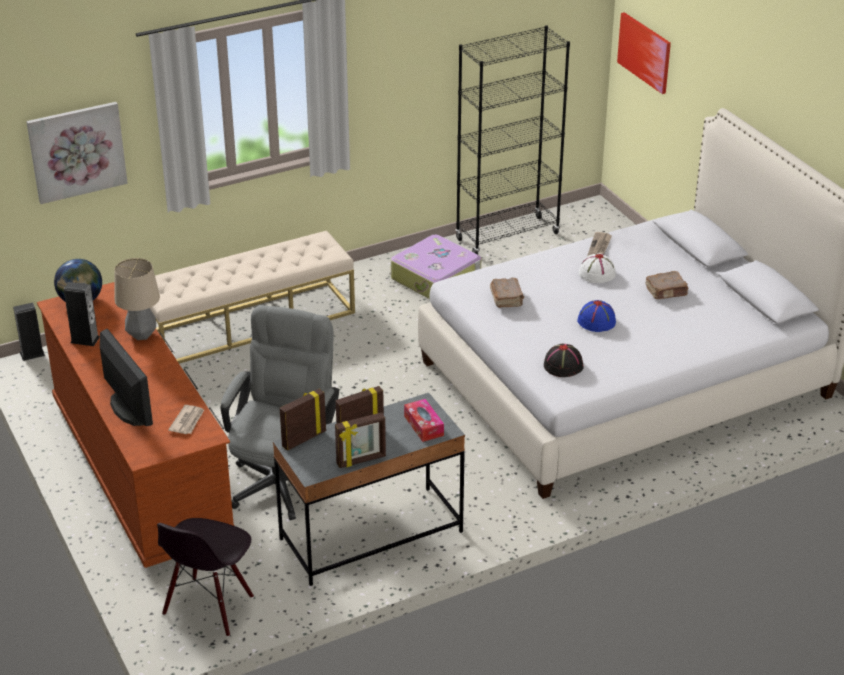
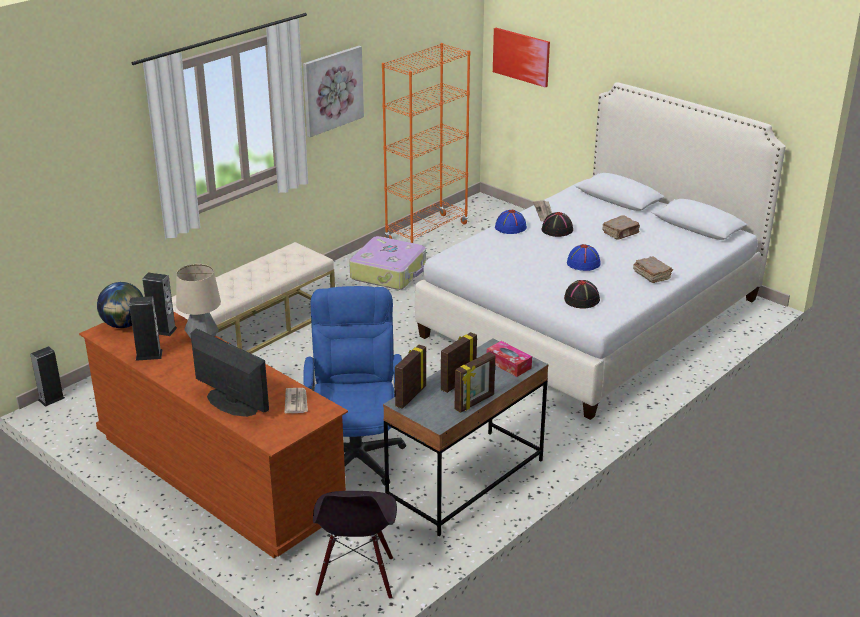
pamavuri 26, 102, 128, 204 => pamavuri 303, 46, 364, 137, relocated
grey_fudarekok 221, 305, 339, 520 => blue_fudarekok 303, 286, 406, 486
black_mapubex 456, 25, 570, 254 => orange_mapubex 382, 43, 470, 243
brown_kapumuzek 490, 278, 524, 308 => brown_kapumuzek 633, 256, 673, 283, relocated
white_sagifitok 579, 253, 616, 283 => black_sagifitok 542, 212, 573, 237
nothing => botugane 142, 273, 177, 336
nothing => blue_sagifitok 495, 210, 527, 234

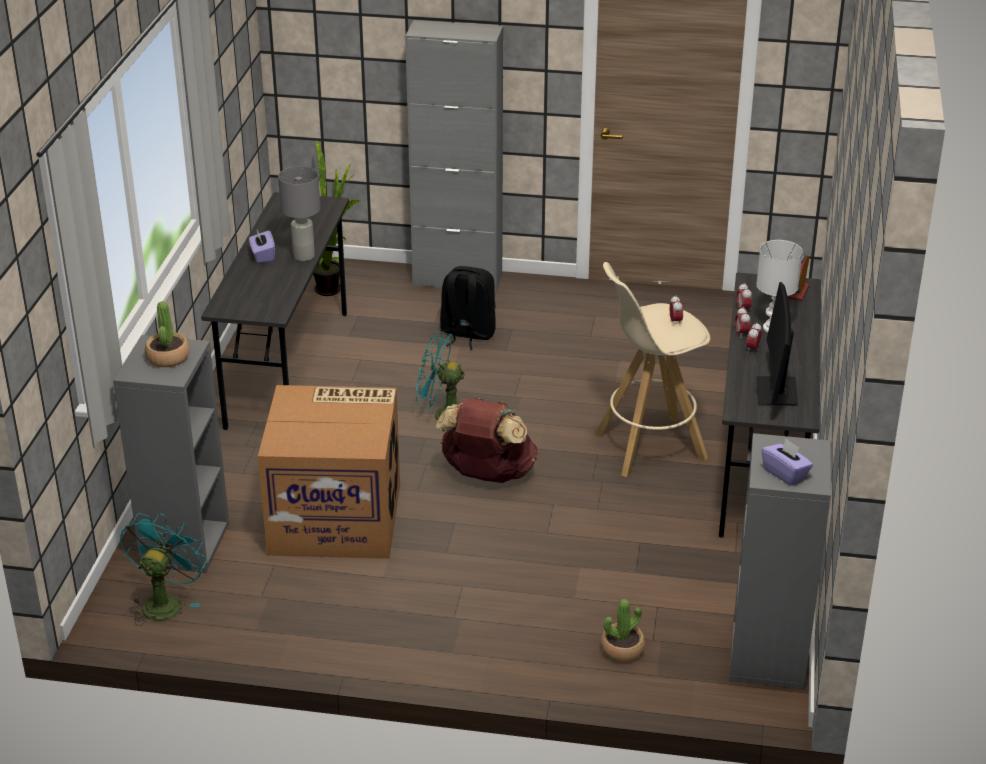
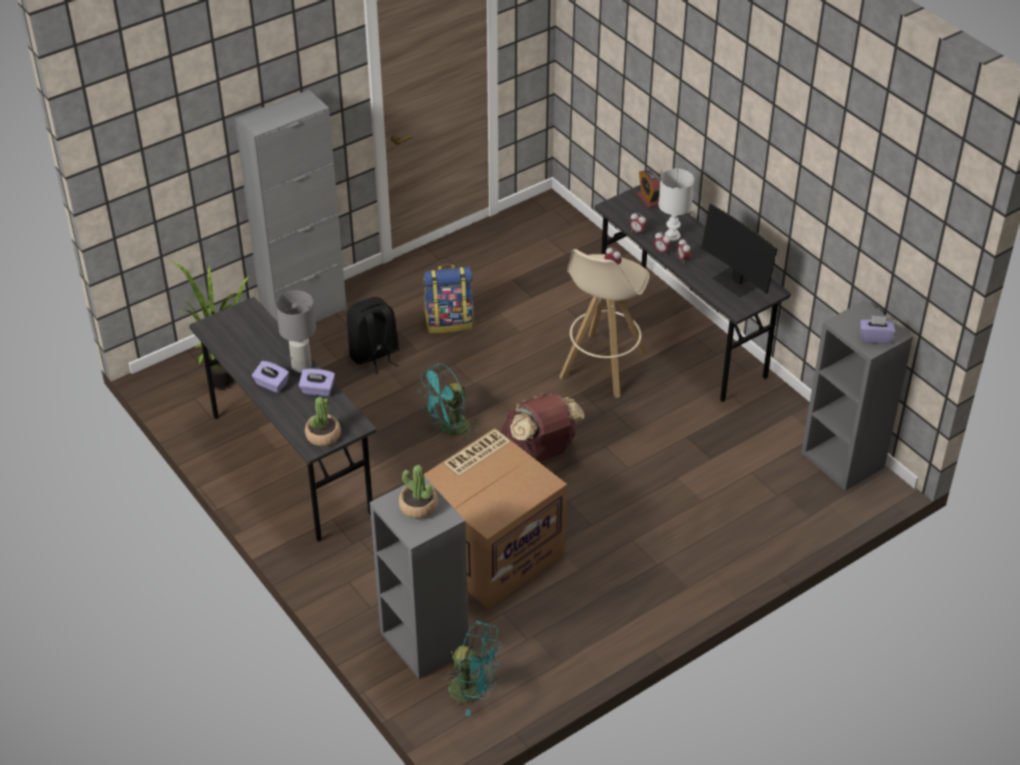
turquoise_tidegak 120, 513, 208, 626 => turquoise_tidegak 442, 620, 502, 716, 135 degrees clockwise
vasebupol 601, 599, 645, 662 => vasebupol 305, 397, 341, 446, relocated
nothing => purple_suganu 299, 369, 335, 396
nothing => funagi 423, 265, 473, 333

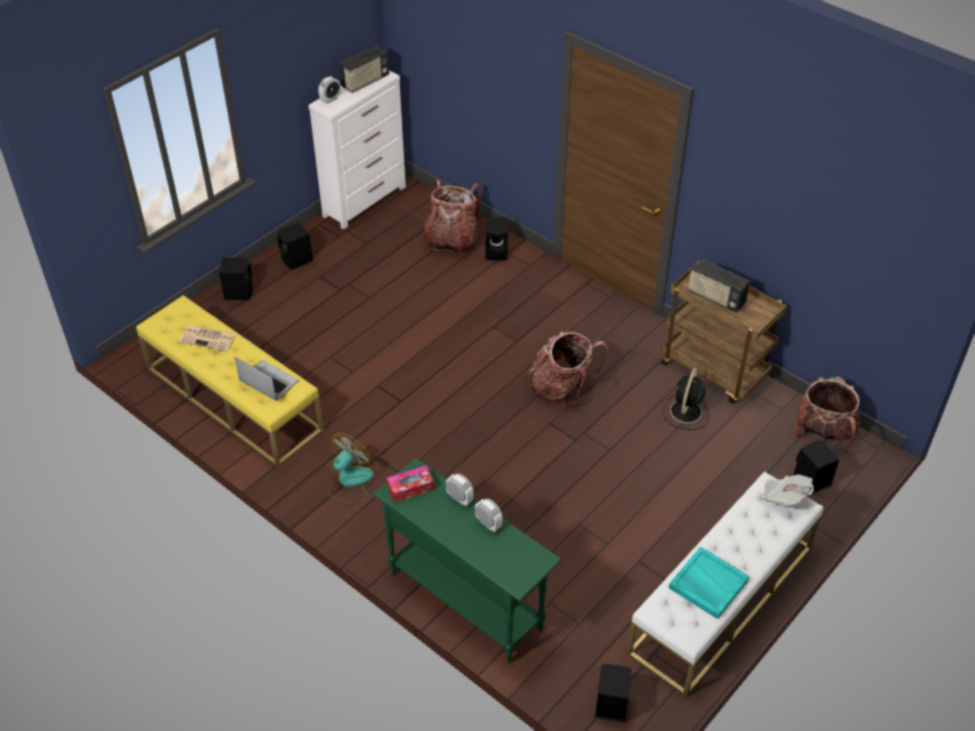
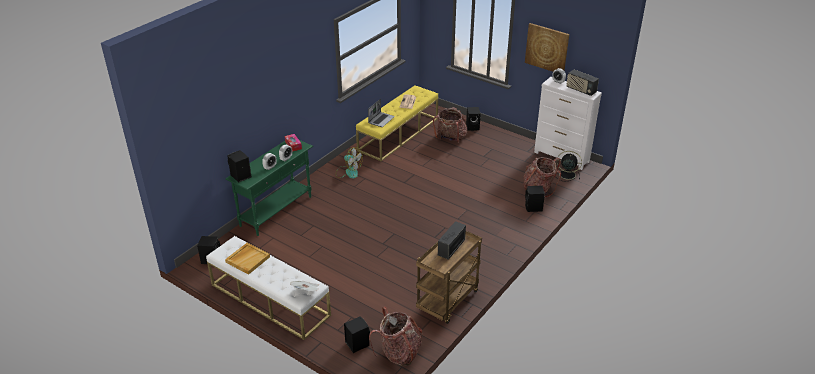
black_botugane 277, 222, 313, 270 => black_botugane 227, 150, 251, 183, relocated
funagi 529, 332, 608, 406 => funagi 433, 107, 467, 143, relocated
black_tidegak 663, 368, 709, 430 => black_tidegak 555, 151, 582, 181, relocated
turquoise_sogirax 669, 546, 749, 619 => beige_sogirax 225, 243, 270, 275
nothing => pamavuri 525, 23, 569, 72

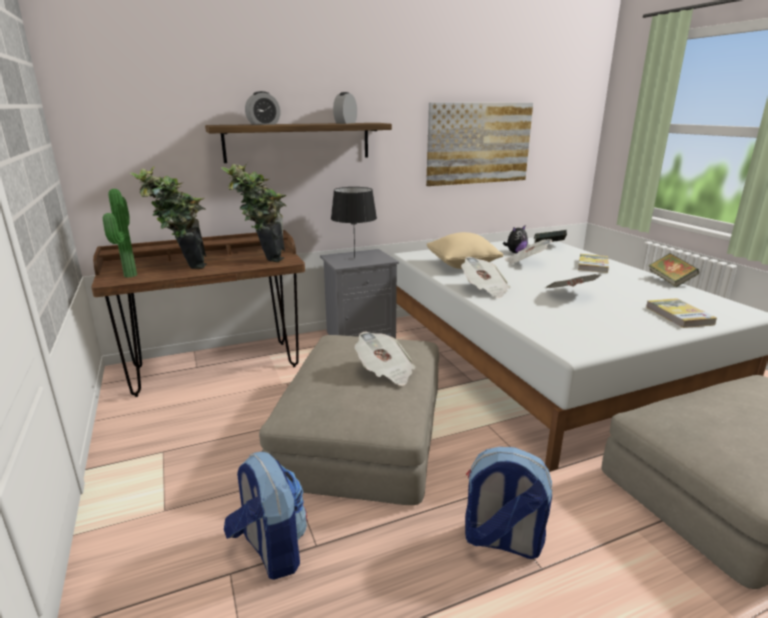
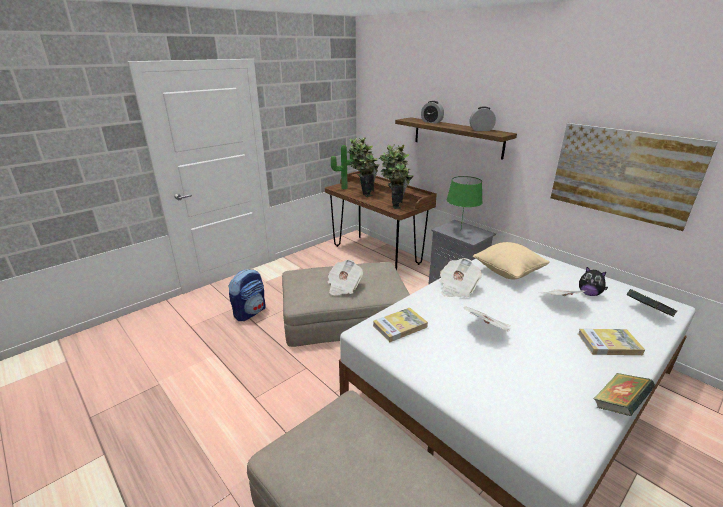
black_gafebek 331, 187, 377, 259 => green_gafebek 447, 176, 483, 227
funagi 465, 447, 552, 559 => nothing
kapumuzek 646, 298, 717, 328 => kapumuzek 373, 308, 428, 342, relocated

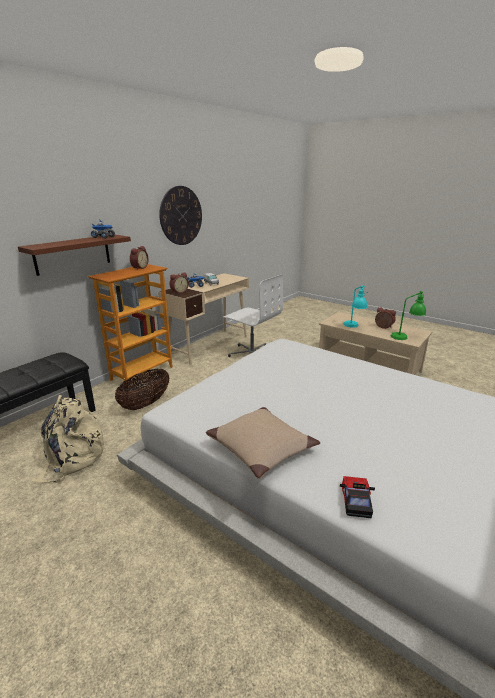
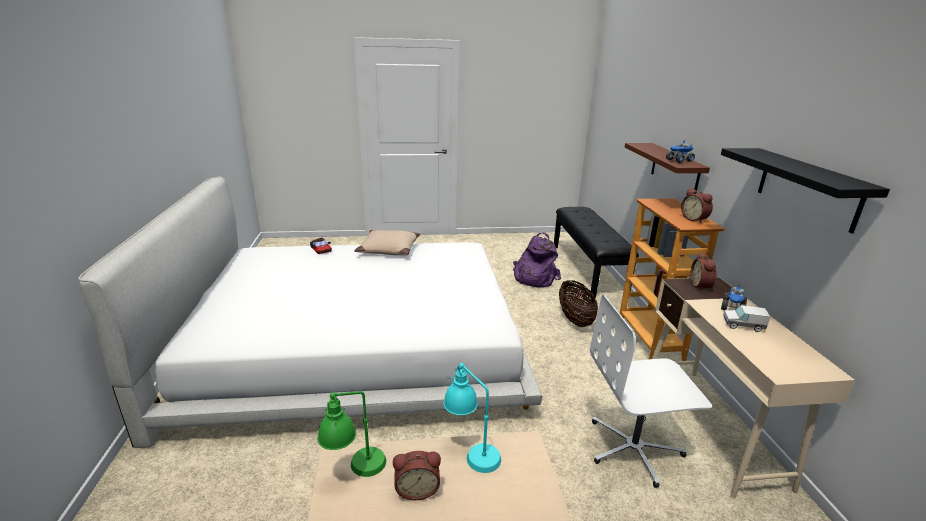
beige_funagi 32, 395, 106, 483 => purple_funagi 513, 232, 561, 287
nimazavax 159, 186, 202, 245 => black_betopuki 721, 148, 890, 234

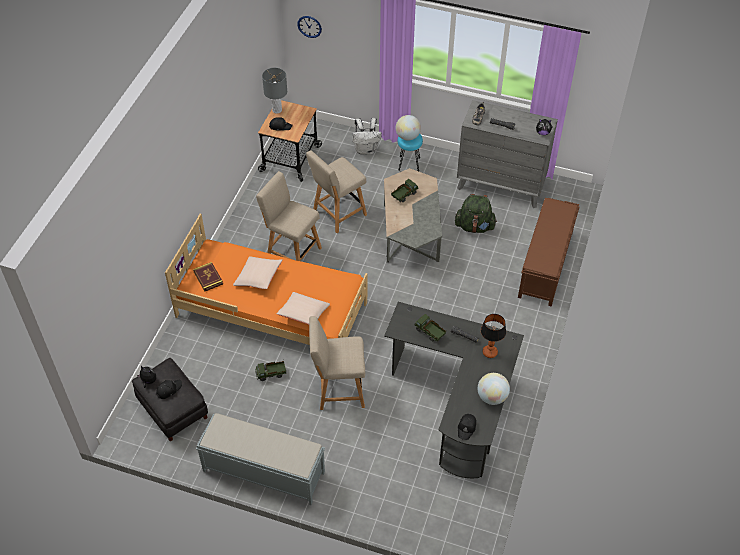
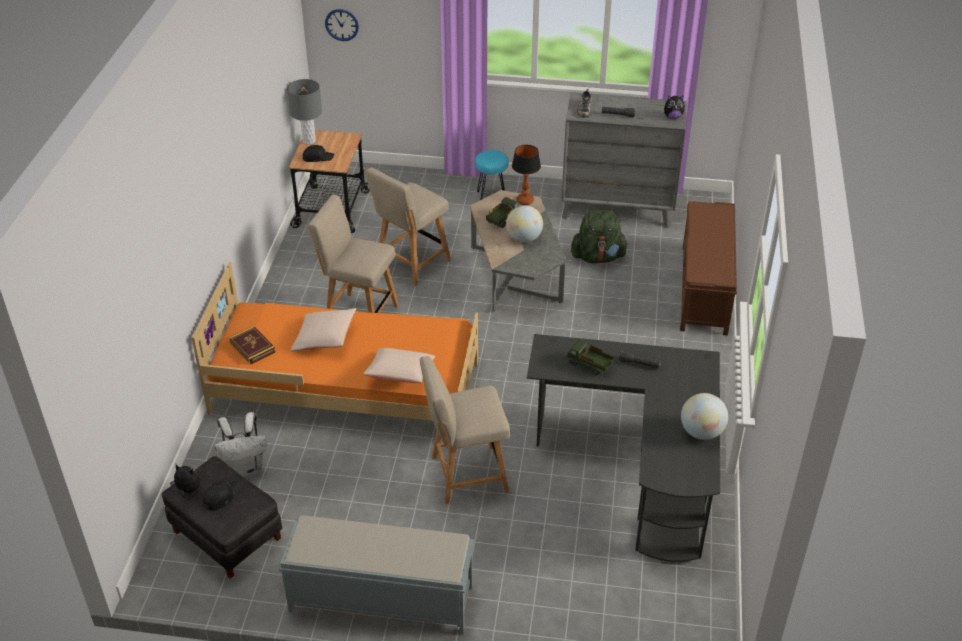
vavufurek 255, 361, 286, 381 => nothing
white_funagi 353, 118, 382, 154 => white_funagi 215, 412, 267, 476, relocated
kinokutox 396, 115, 421, 141 => kinokutox 506, 205, 543, 243, relocated
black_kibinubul 458, 414, 476, 440 => nothing
gafebek 481, 314, 506, 358 => gafebek 512, 145, 541, 205, relocated

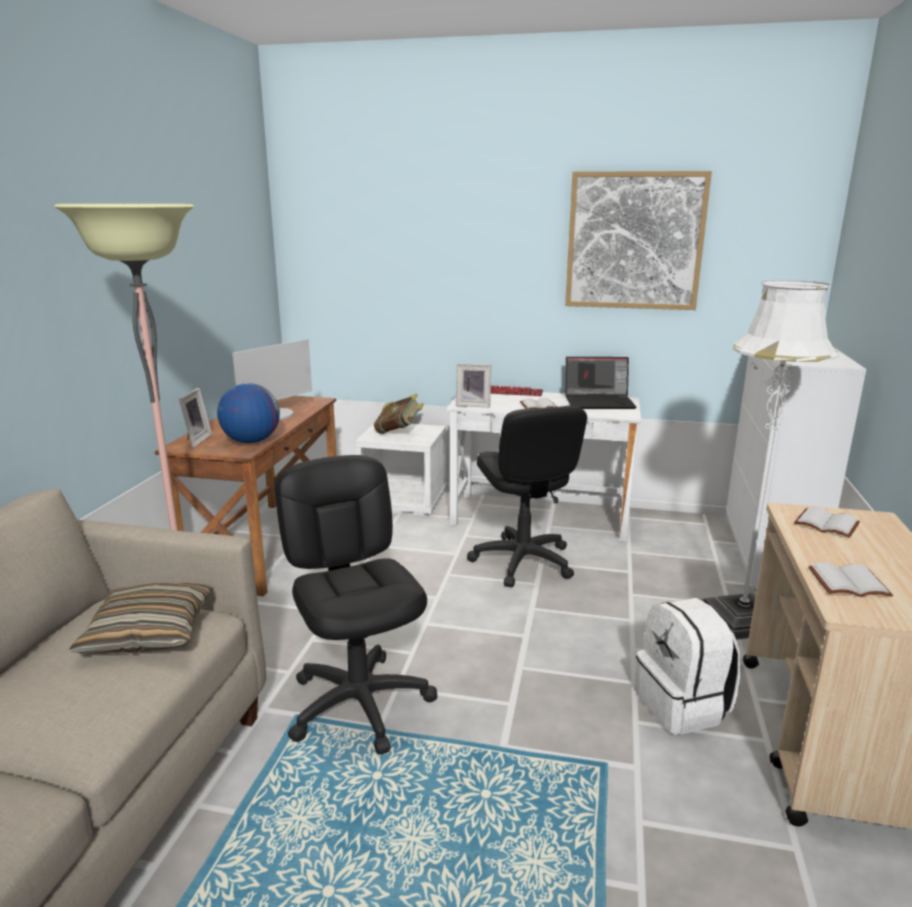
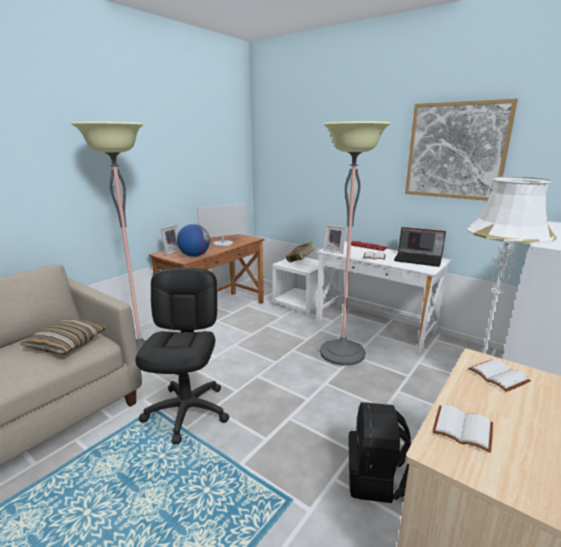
black_fudarekok 467, 406, 587, 587 => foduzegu 320, 122, 390, 366
white_funagi 635, 598, 741, 735 => black_funagi 348, 402, 411, 503

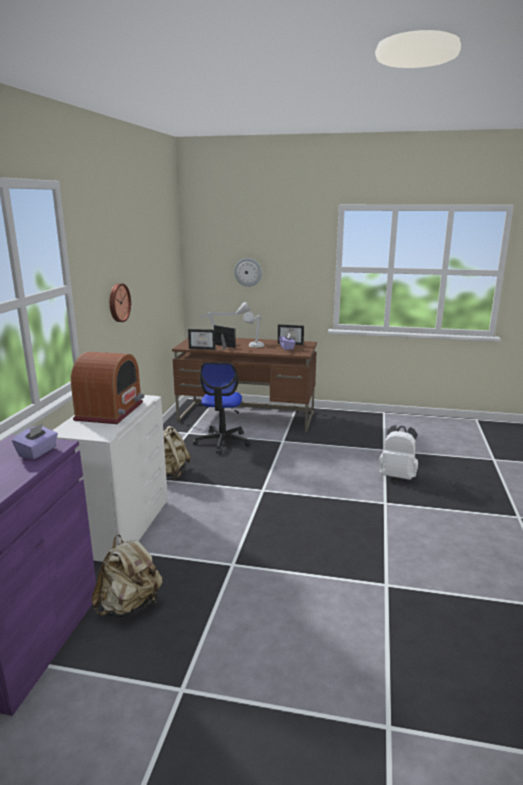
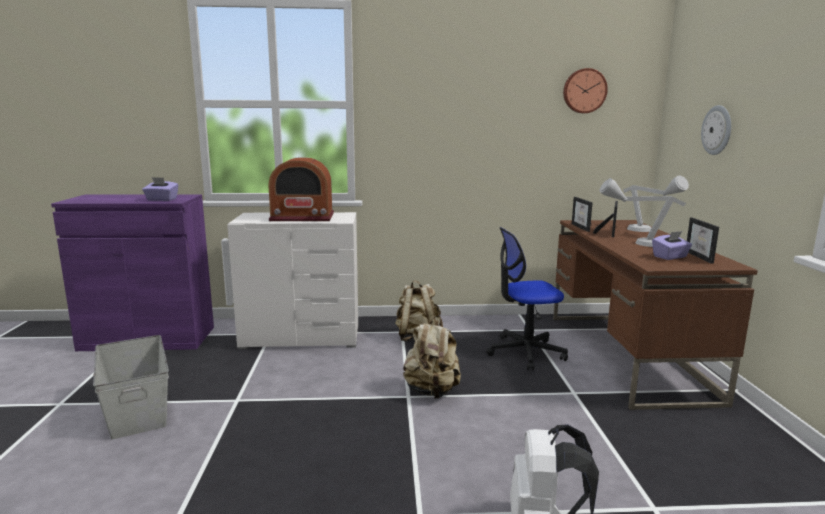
beige_funagi 91, 535, 163, 617 => beige_funagi 403, 316, 461, 399, relocated
nimazavax 110, 283, 131, 322 => nimazavax 563, 68, 608, 113, relocated
nothing => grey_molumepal 93, 335, 169, 439

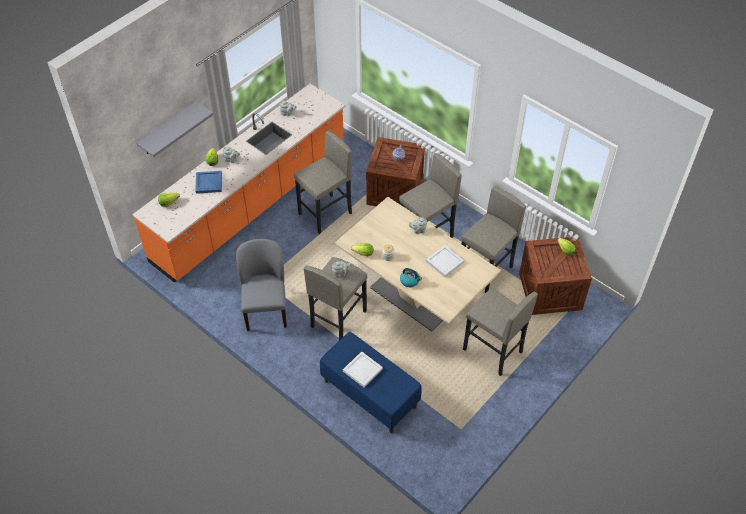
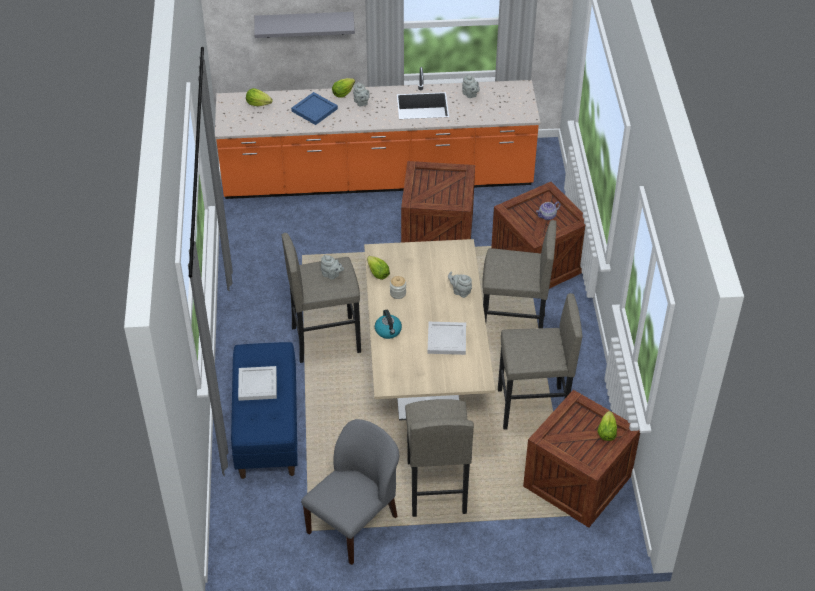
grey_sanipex 236, 239, 287, 331 => grey_sanipex 301, 419, 399, 565, relocated
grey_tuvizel 294, 131, 352, 234 => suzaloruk 401, 161, 475, 243

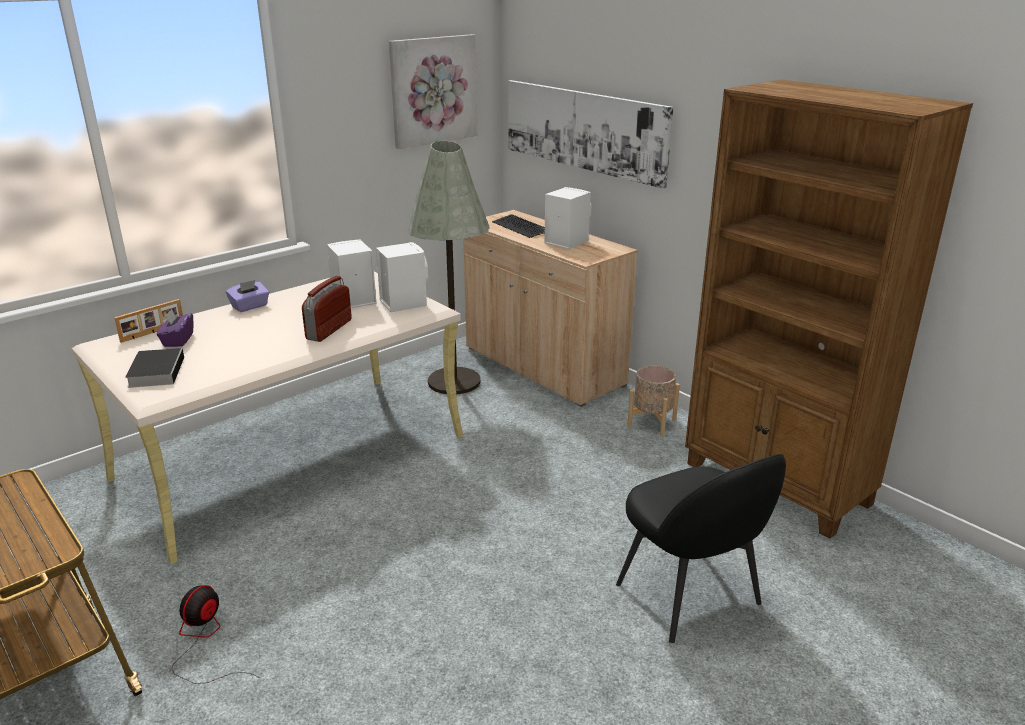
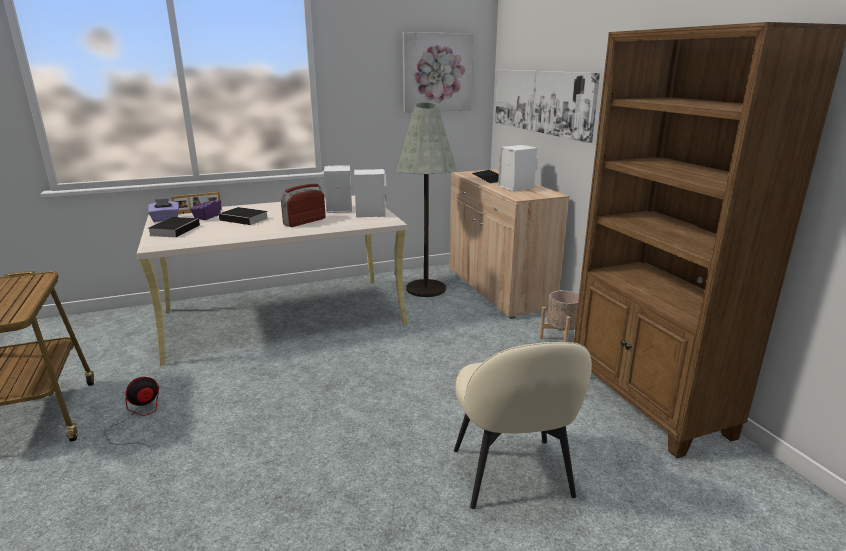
purple_suganu 226, 280, 269, 312 => purple_suganu 148, 199, 179, 222, relocated
black_sanipex 616, 454, 786, 643 => beige_sanipex 454, 342, 592, 509
nothing => kapumuzek 219, 207, 268, 225

